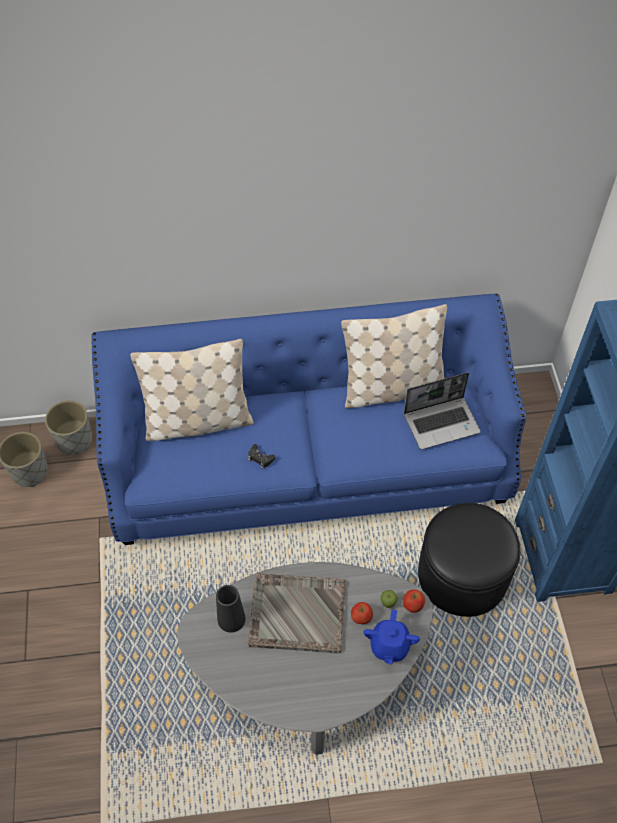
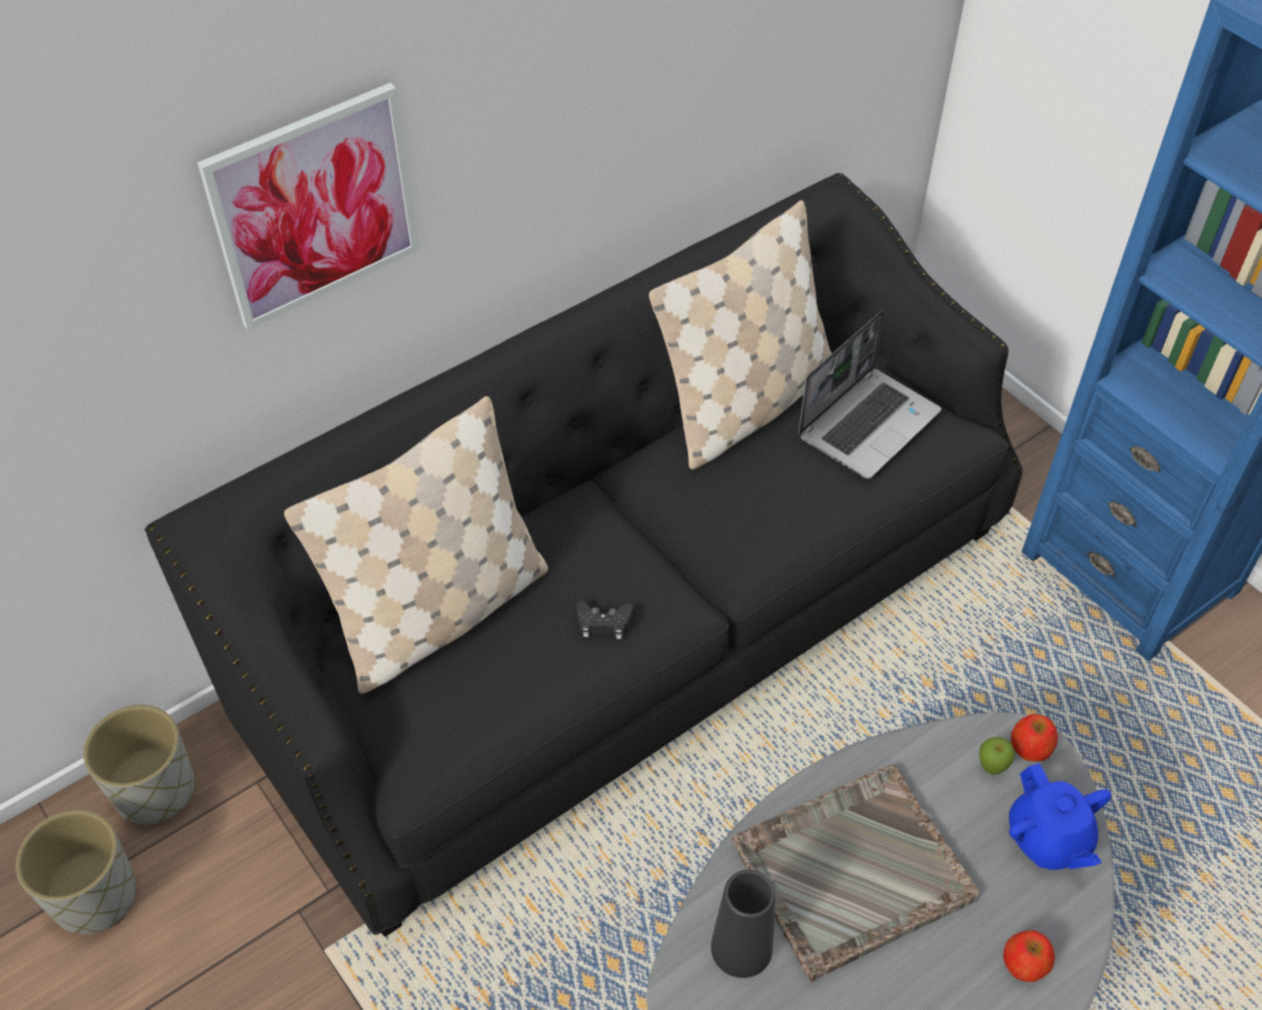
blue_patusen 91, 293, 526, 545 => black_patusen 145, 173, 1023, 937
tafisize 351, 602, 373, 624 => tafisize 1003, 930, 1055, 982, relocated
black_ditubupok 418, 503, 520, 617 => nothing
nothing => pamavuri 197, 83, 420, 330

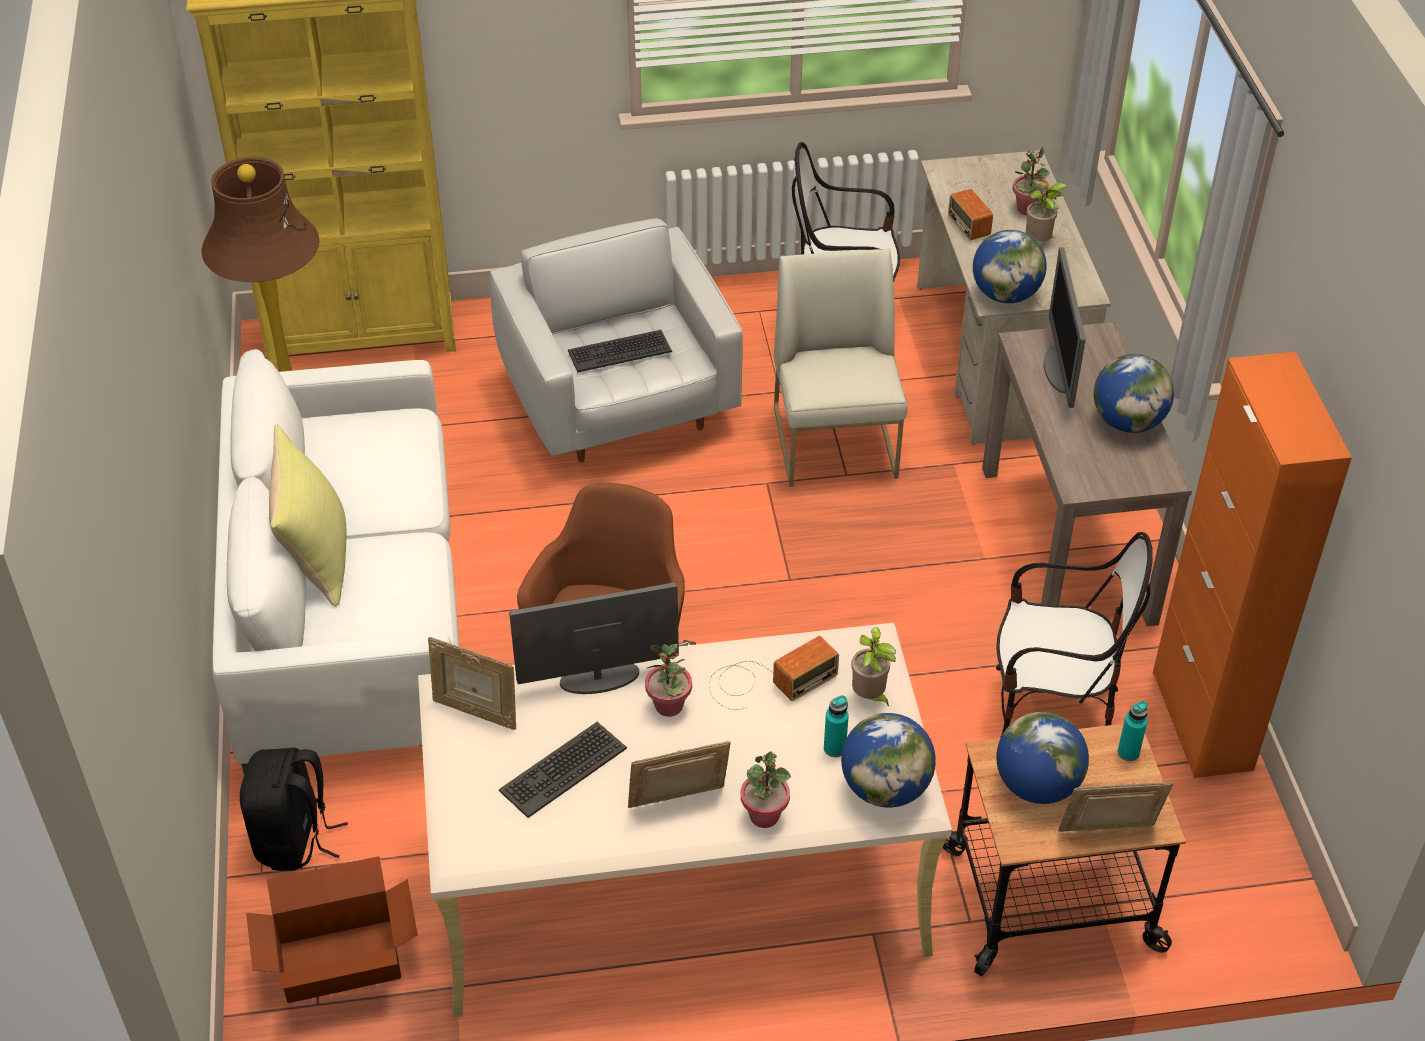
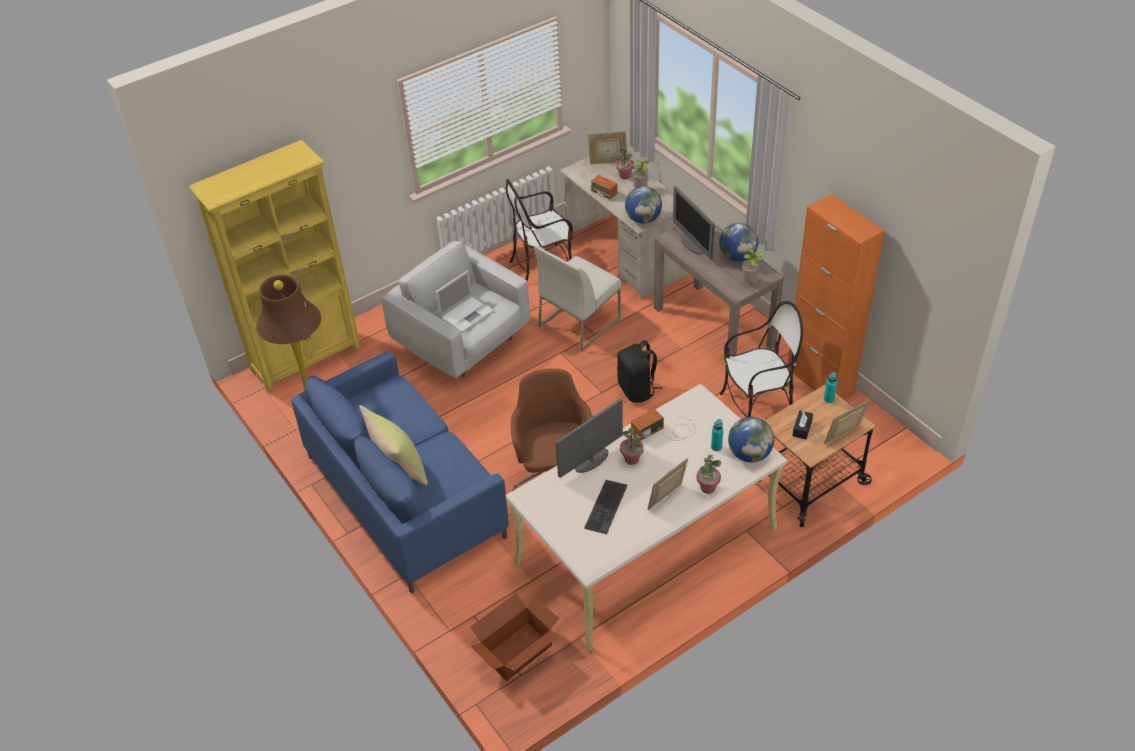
white_patusen 212, 349, 459, 775 => blue_patusen 291, 351, 509, 593
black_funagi 240, 748, 348, 871 => black_funagi 617, 340, 662, 403, relocated
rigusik 428, 637, 516, 730 => rigusik 588, 131, 627, 164, relocated
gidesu 568, 330, 672, 373 => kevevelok 435, 270, 494, 333
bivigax 709, 636, 839, 710 => bivigax 631, 409, 696, 441, 150 degrees counterclockwise
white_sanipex 774, 248, 908, 487 => white_sanipex 534, 246, 621, 351, 105 degrees counterclockwise
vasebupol 851, 627, 896, 707 => vasebupol 742, 249, 765, 283, relocated
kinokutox 996, 712, 1089, 804 => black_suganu 792, 410, 813, 439

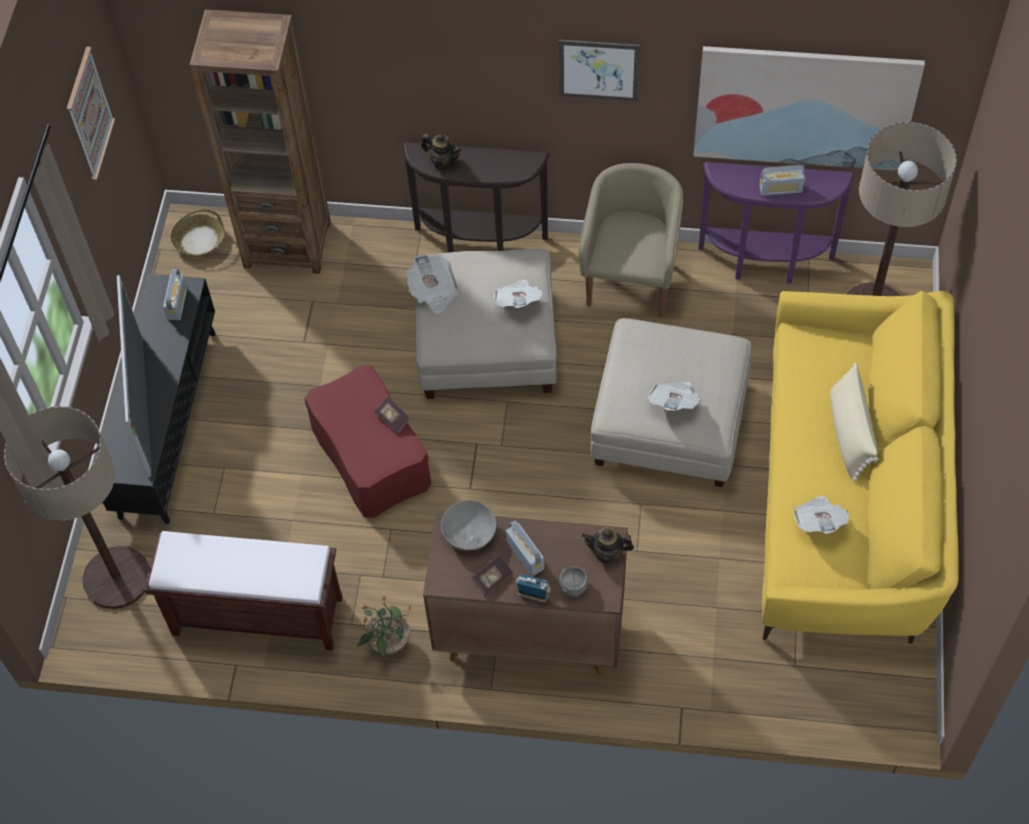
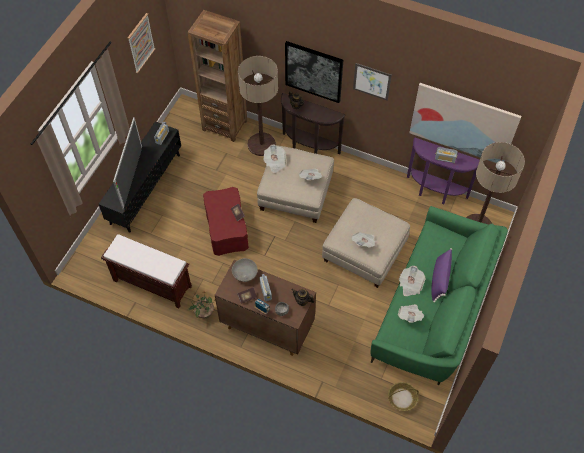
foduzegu 4, 406, 150, 609 => foduzegu 238, 56, 278, 156, relocated
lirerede 170, 209, 224, 257 => lirerede 388, 382, 419, 411, relocated
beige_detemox 578, 163, 683, 318 => nothing
yellow_patusen 762, 291, 959, 644 => green_patusen 370, 206, 508, 385
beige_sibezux 830, 363, 878, 481 => purple_sibezux 431, 248, 452, 303
nothing => pamavuri 285, 41, 343, 103
nothing => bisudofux 399, 266, 425, 296

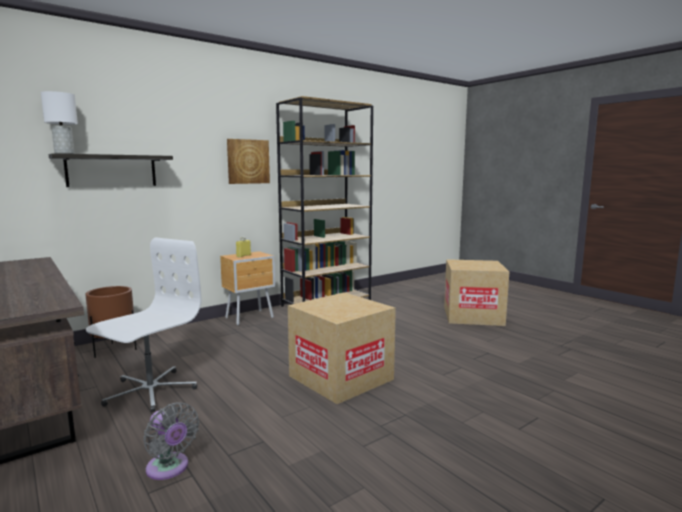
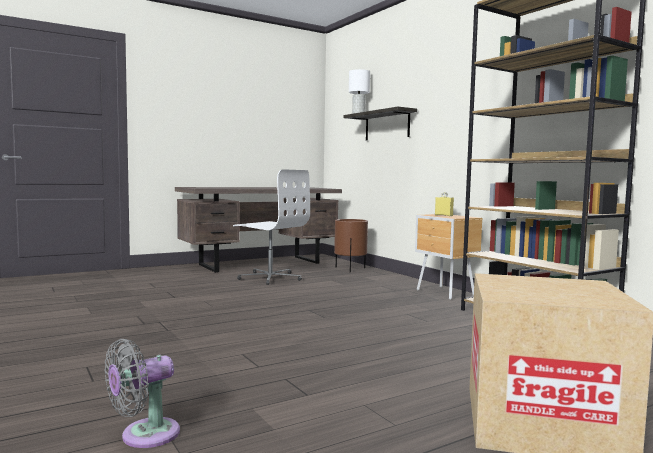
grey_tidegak 143, 402, 199, 480 => grey_tidegak 105, 339, 180, 448, relocated
pamavuri 227, 139, 270, 184 => nothing
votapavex 288, 292, 396, 404 => nothing

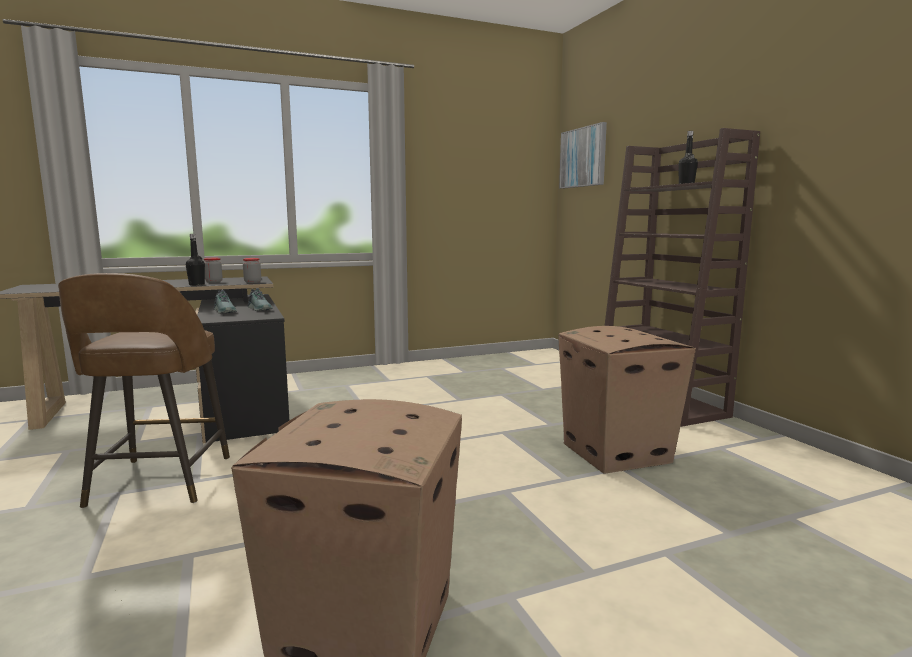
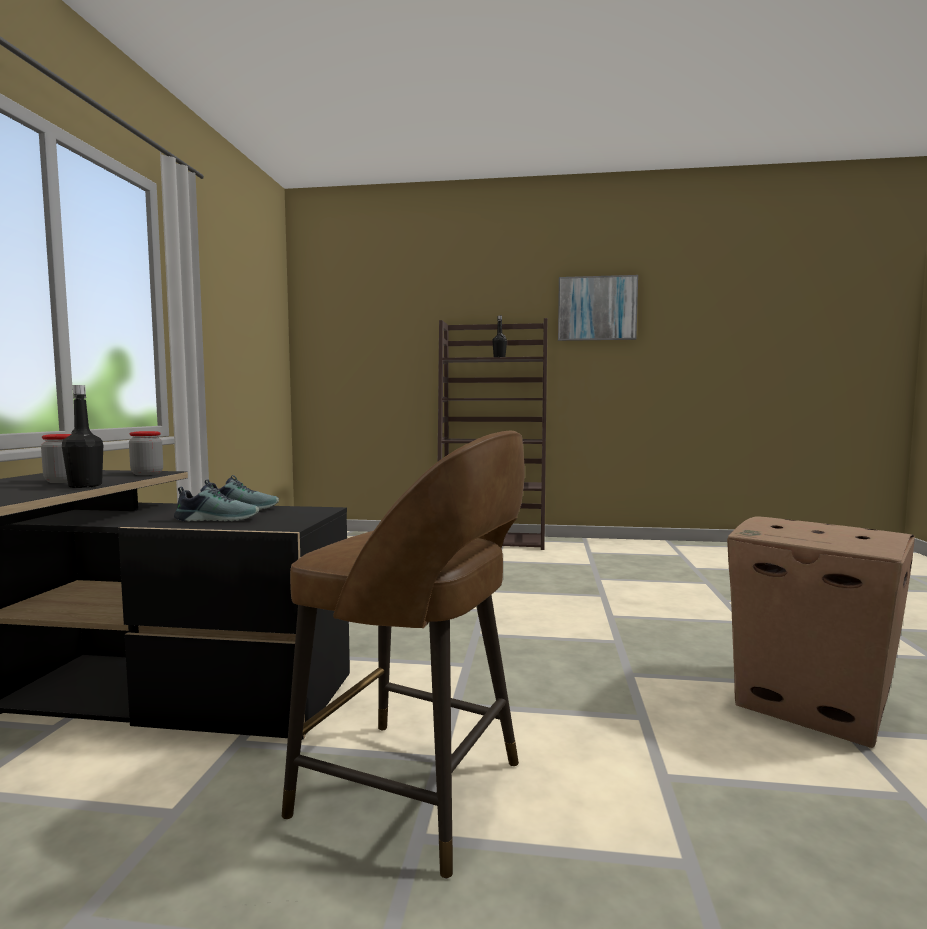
votapavex 558, 326, 696, 474 => nothing
pamavuri 559, 122, 607, 189 => pamavuri 558, 275, 638, 341, relocated

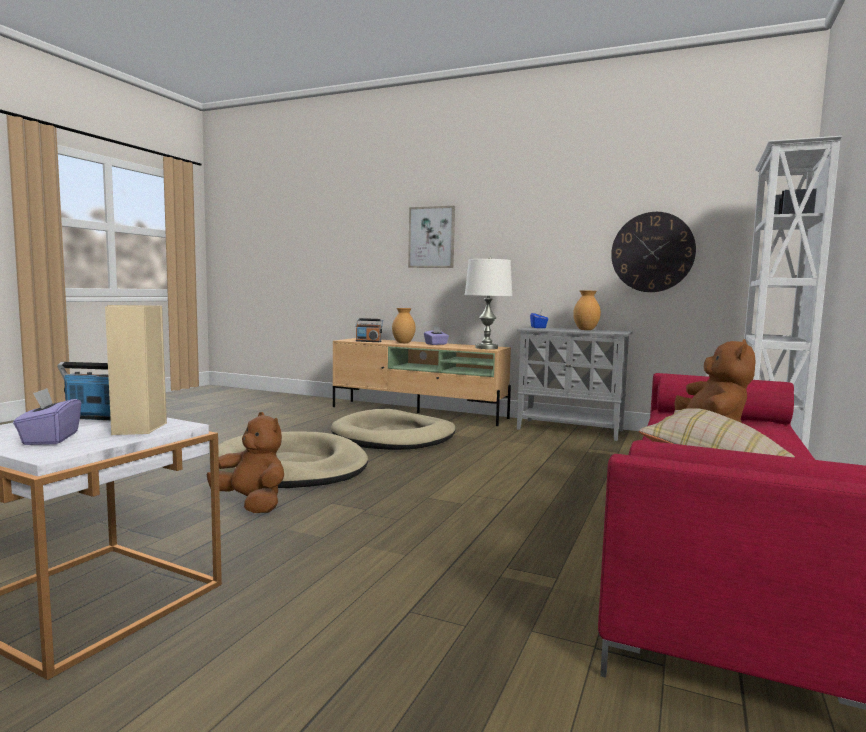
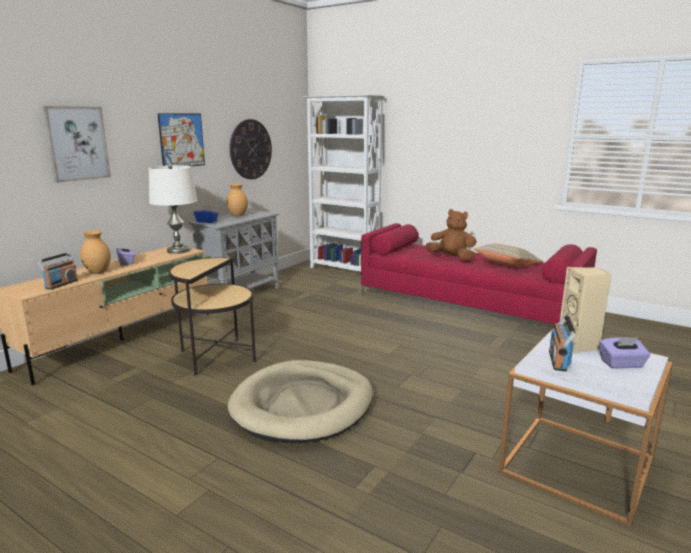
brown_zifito 206, 412, 284, 513 => nothing
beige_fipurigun 331, 409, 456, 450 => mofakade 168, 257, 257, 375
nothing => pamavuri 157, 113, 205, 166

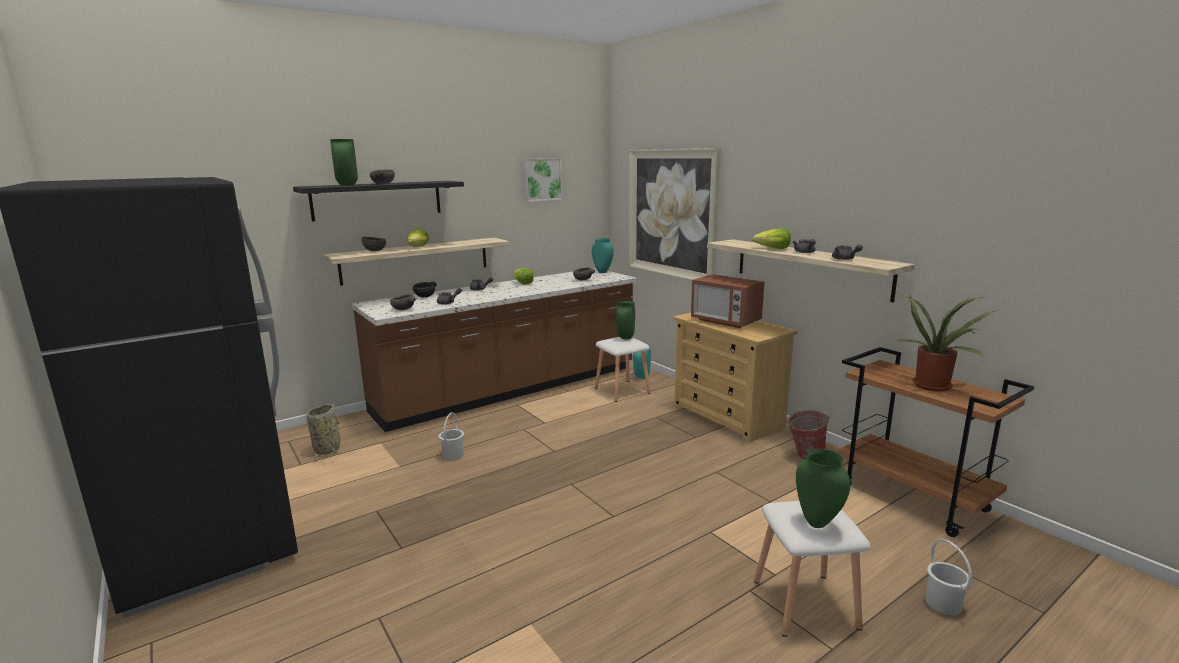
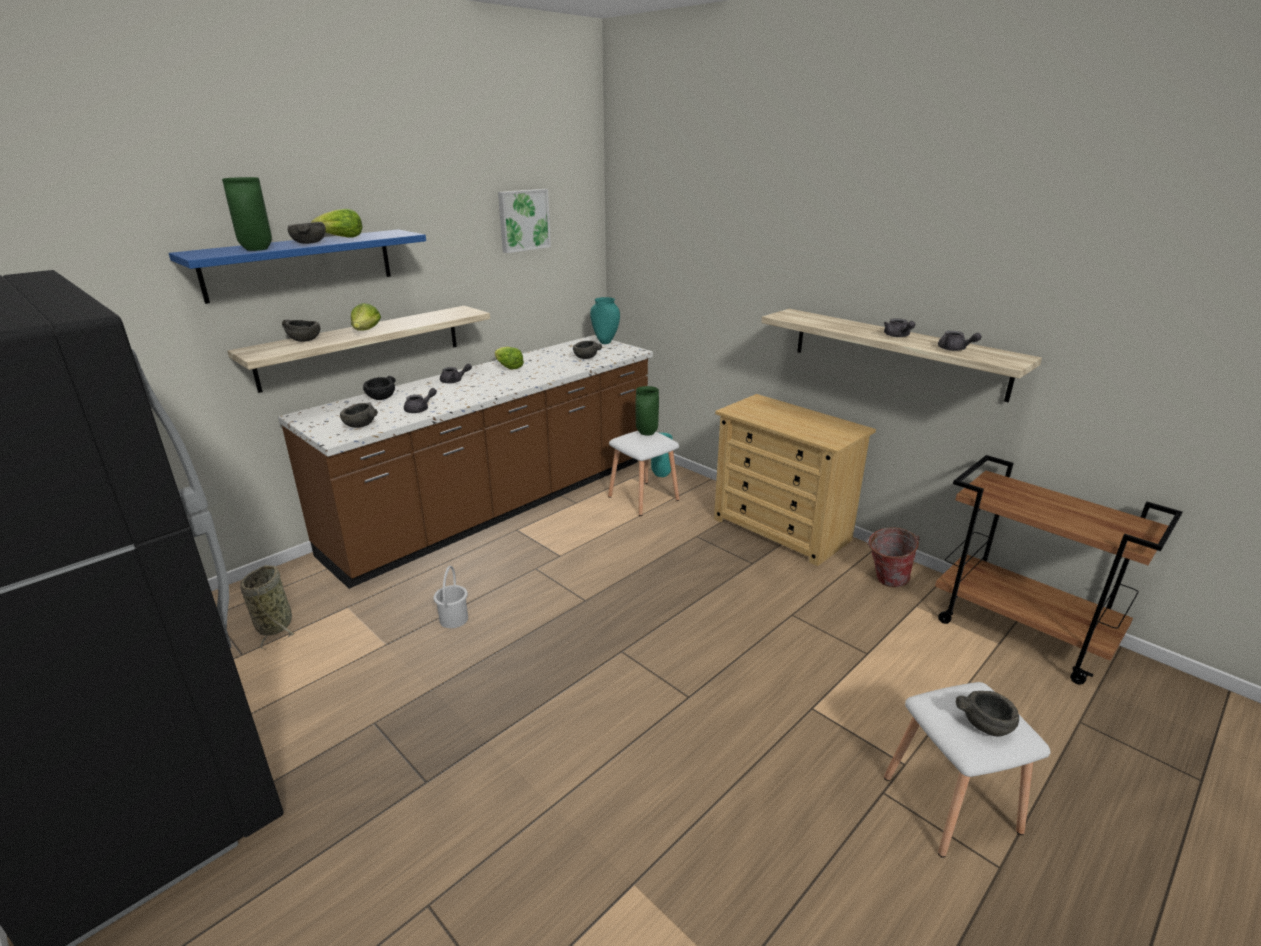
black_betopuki 293, 181, 464, 221 => blue_betopuki 169, 229, 426, 304
pamavuri 629, 148, 721, 281 => nothing
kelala 691, 274, 765, 328 => nothing
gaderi 752, 228, 791, 249 => gaderi 311, 209, 363, 238, relocated
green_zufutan 796, 449, 850, 528 => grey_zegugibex 956, 691, 1019, 737
vasebupol 897, 294, 996, 392 => nothing
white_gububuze 925, 539, 972, 615 => nothing

